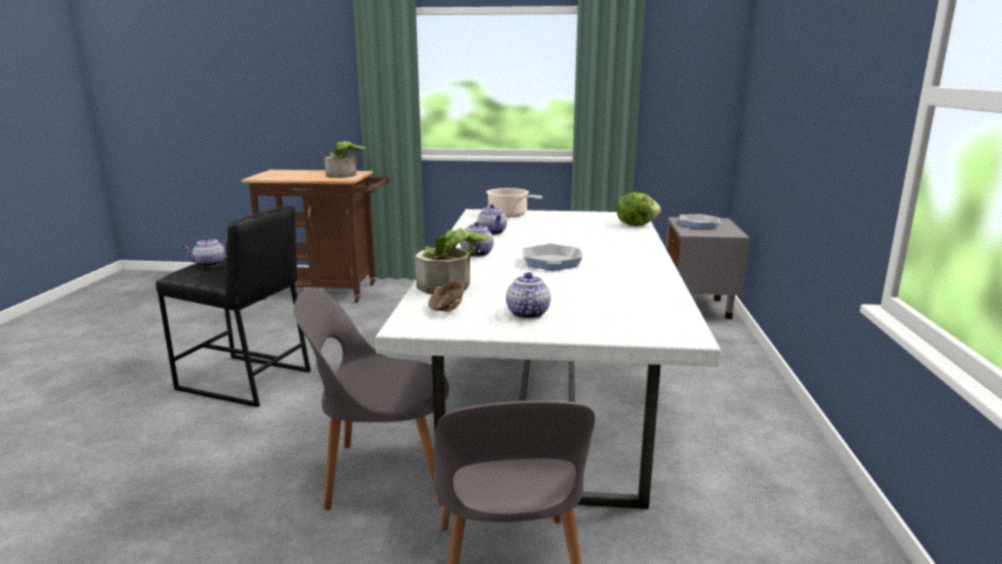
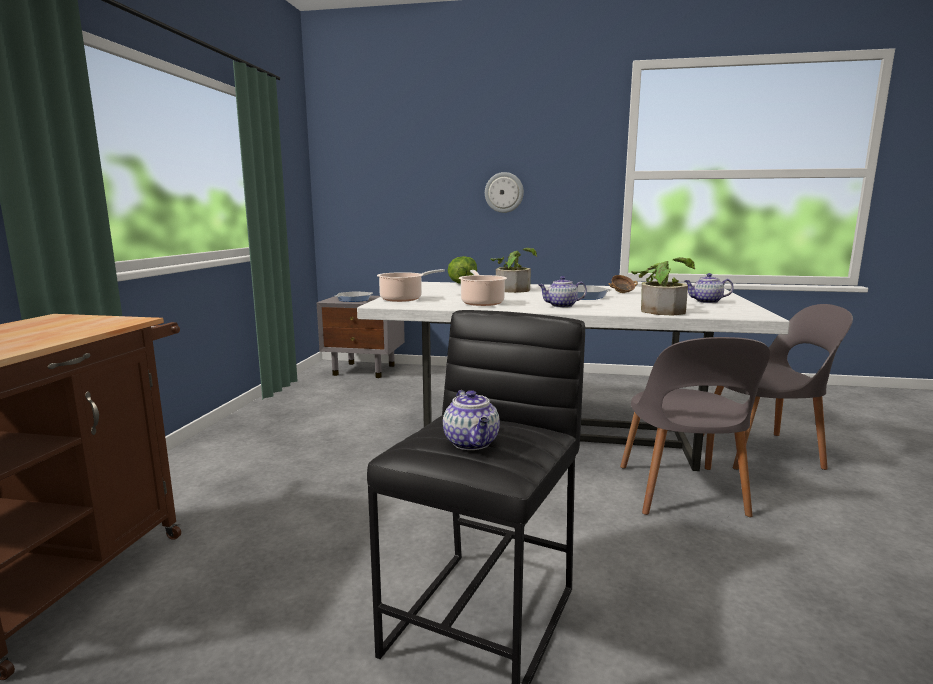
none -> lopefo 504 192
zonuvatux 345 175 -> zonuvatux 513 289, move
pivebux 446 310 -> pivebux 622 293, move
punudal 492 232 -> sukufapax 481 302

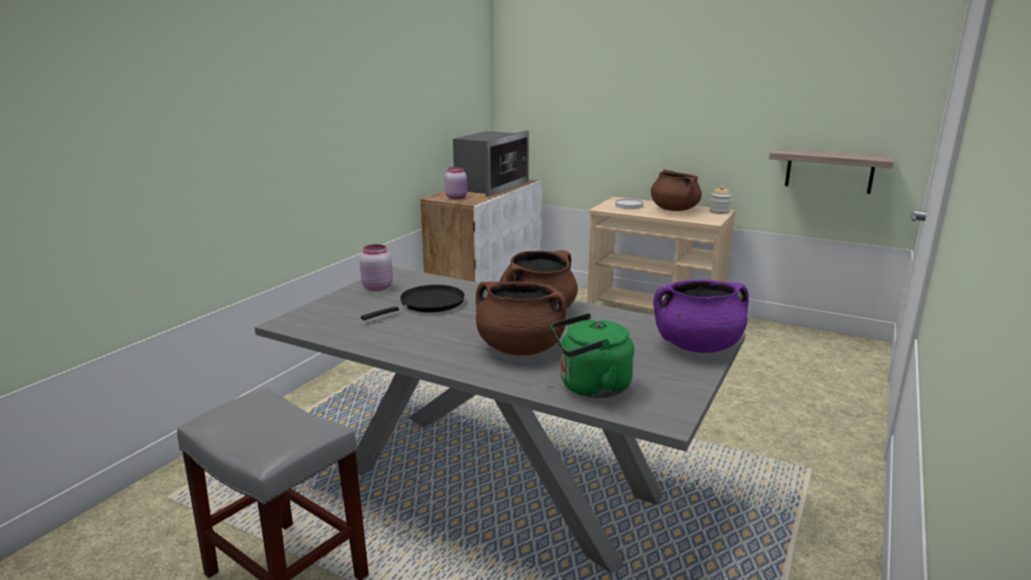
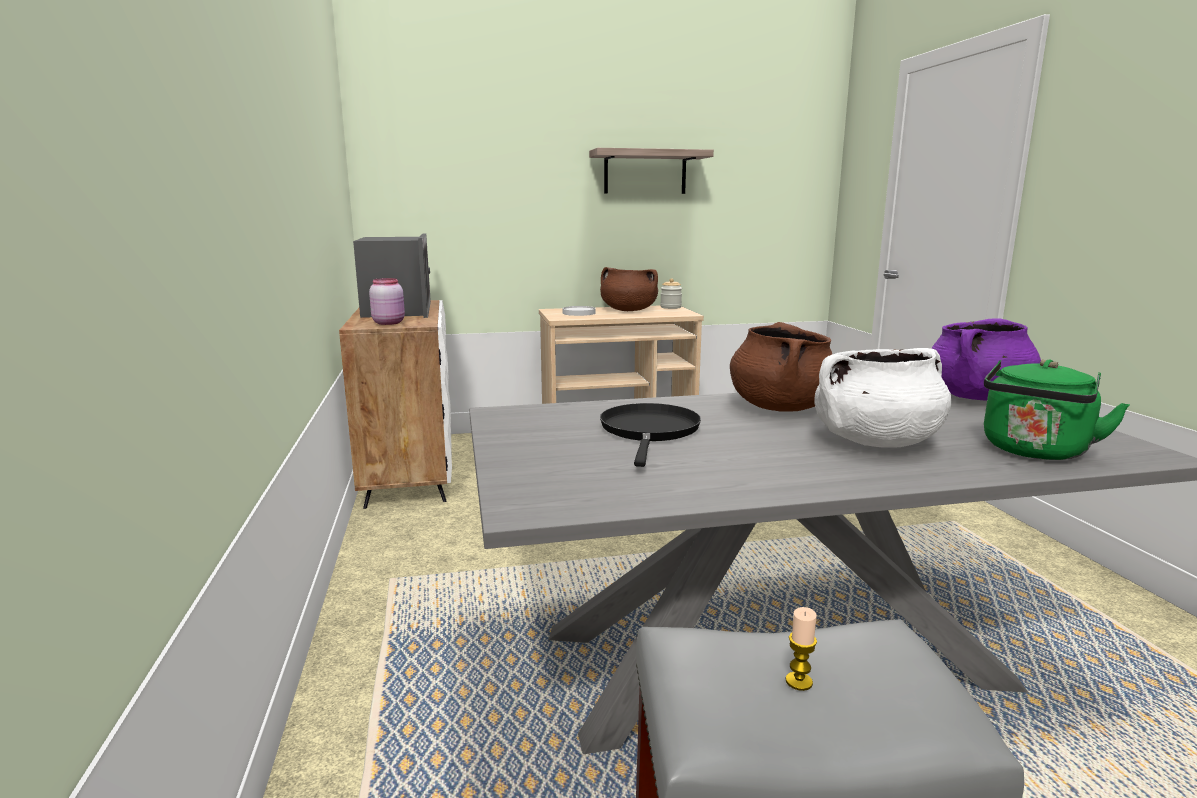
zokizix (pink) 377 287 -> none
none -> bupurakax 799 682
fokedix 829 170 -> fokedix 645 172, move
sukufapax (brown) 519 348 -> sukufapax (white) 875 441

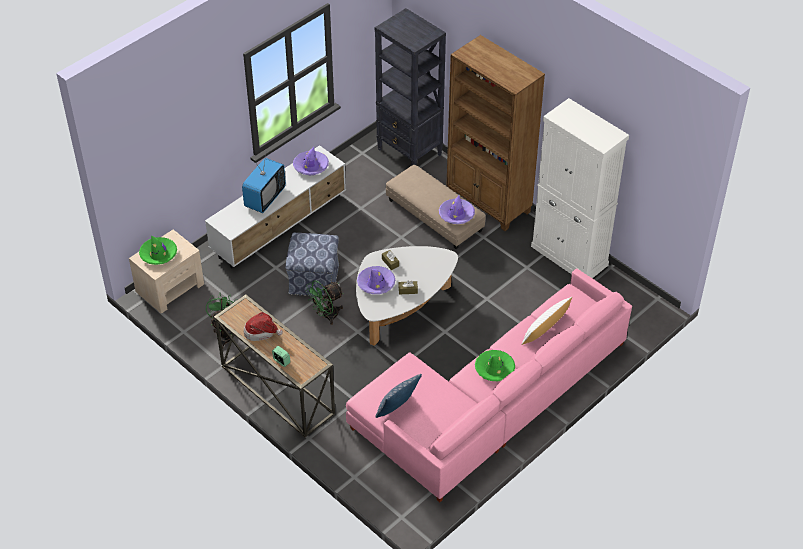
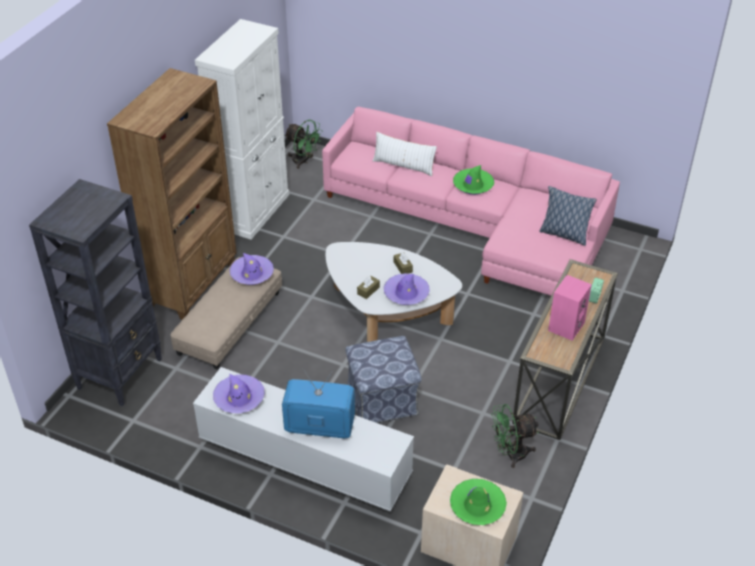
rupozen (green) 326 316 -> rupozen (green) 303 161, move
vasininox 262 332 -> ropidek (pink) 566 325

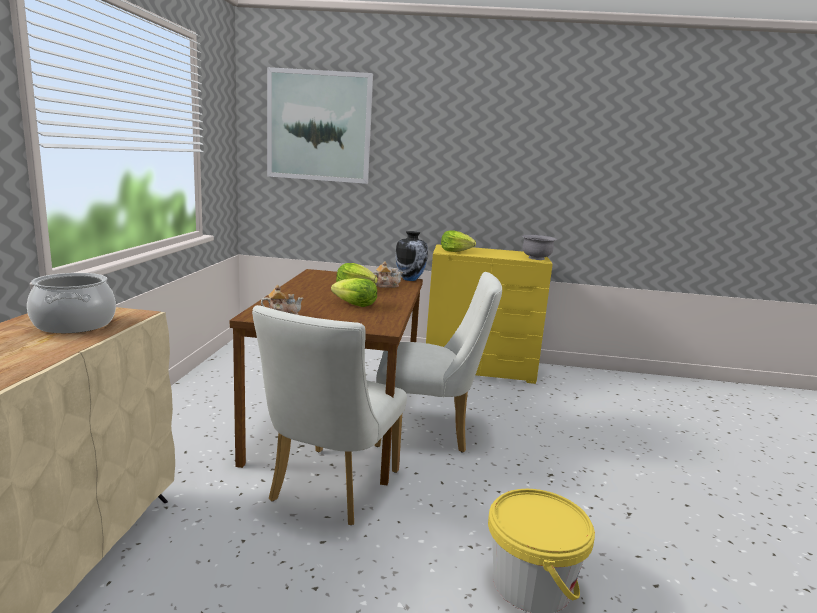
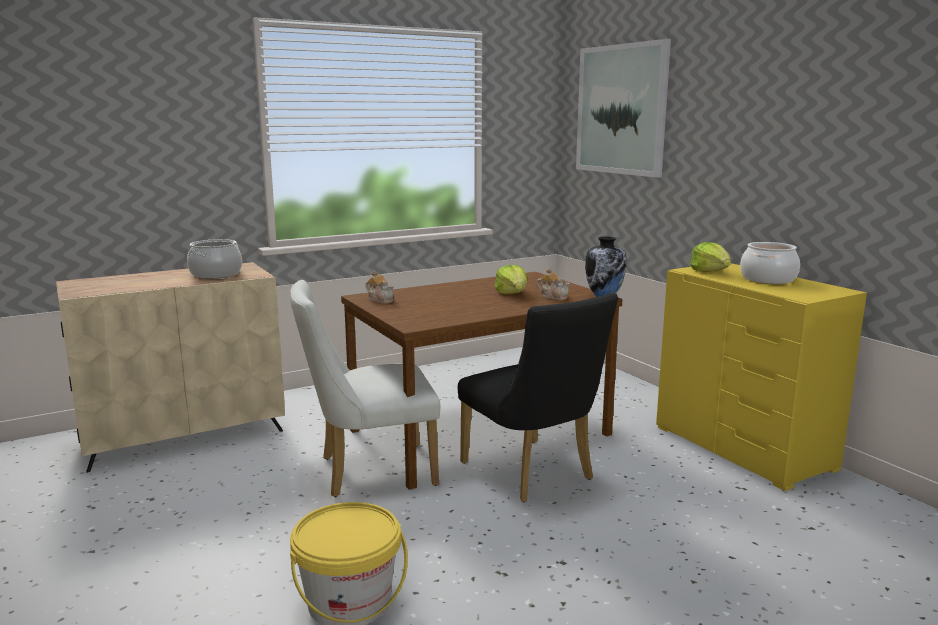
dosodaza 355 305 -> none
pivebux (grey) 536 258 -> none
none -> sukufapax 768 279
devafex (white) 429 432 -> devafex (black) 533 474

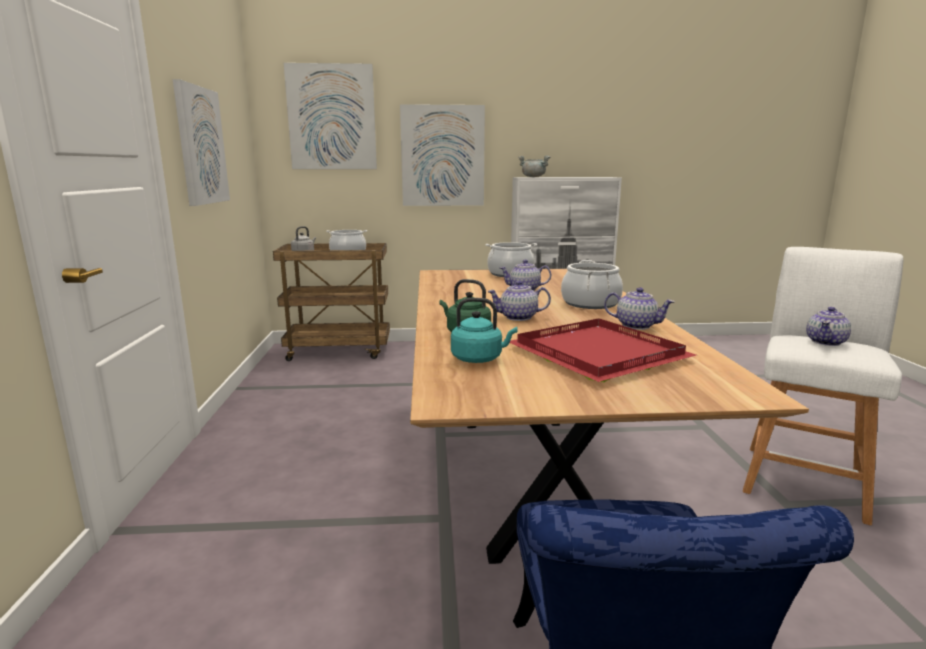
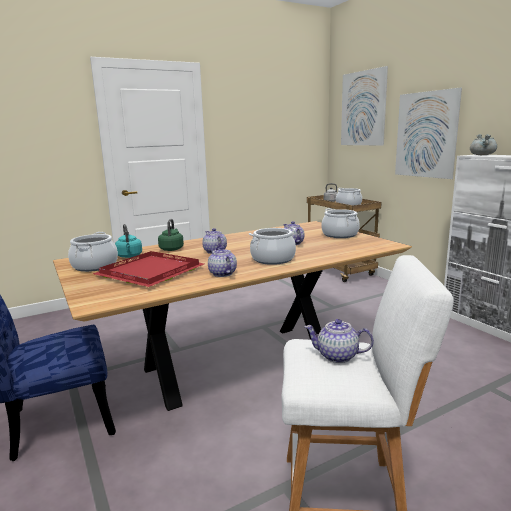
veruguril 200 146 -> none
none -> sukufapax 95 266
punudal 636 326 -> punudal 222 274, 150 degrees clockwise

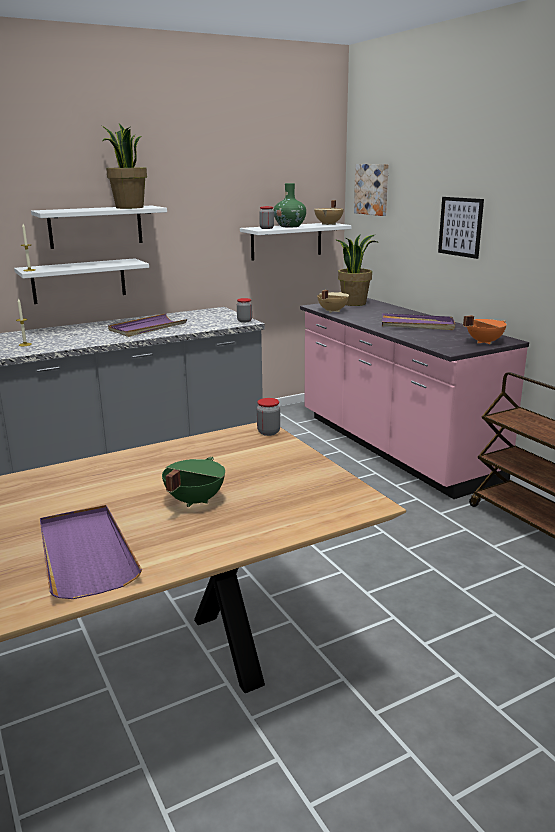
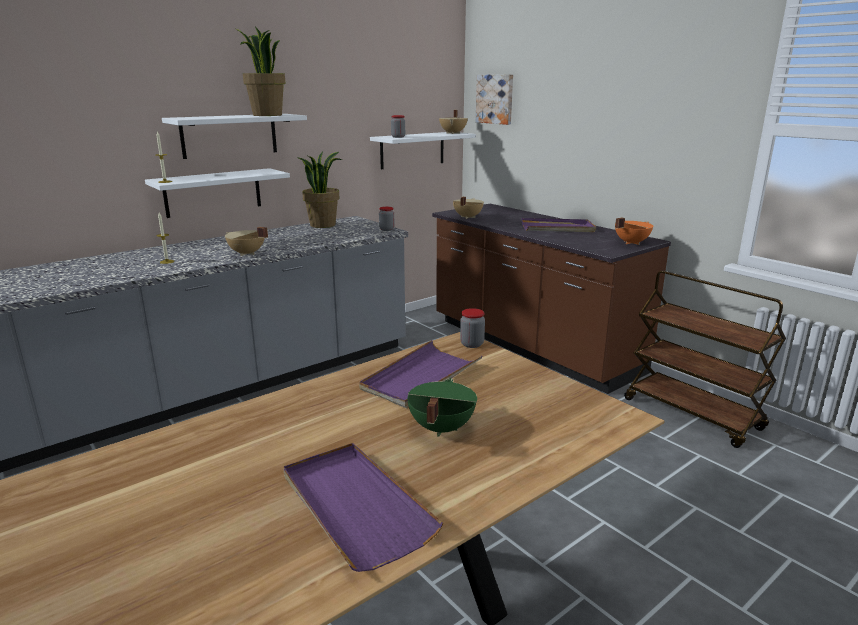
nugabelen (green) 290 226 -> none
veruguril 460 227 -> none
none -> sukufapax (beige) 246 253
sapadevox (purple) 147 328 -> sapadevox (purple) 421 377, move
zonuvatux 354 303 -> zonuvatux 323 225, move
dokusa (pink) 394 447 -> dokusa (brown) 531 346

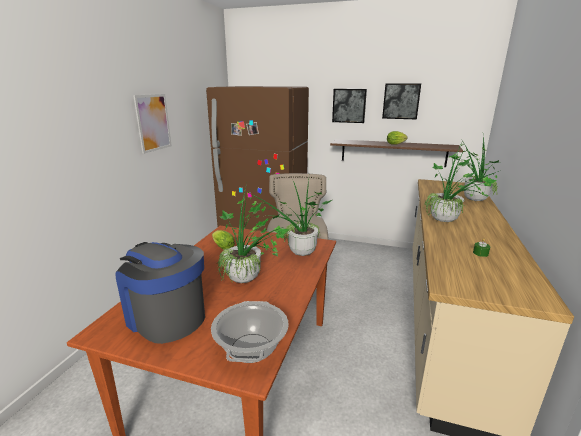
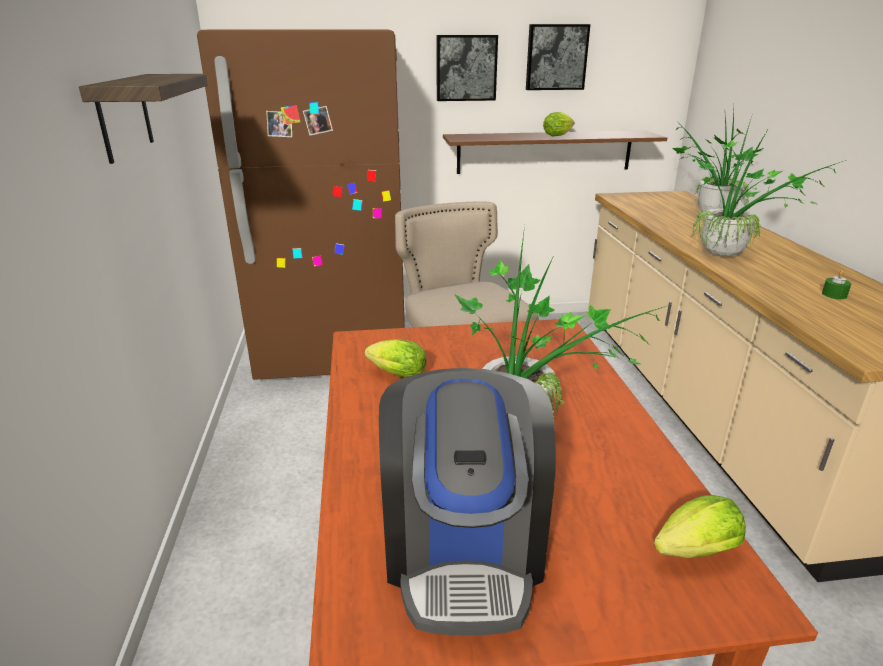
zonuvatux 296 254 -> none
veruguril 153 122 -> fokedix 124 116
sukufapax 251 348 -> dosodaza 691 553
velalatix 166 317 -> velalatix 464 549, 105 degrees counterclockwise

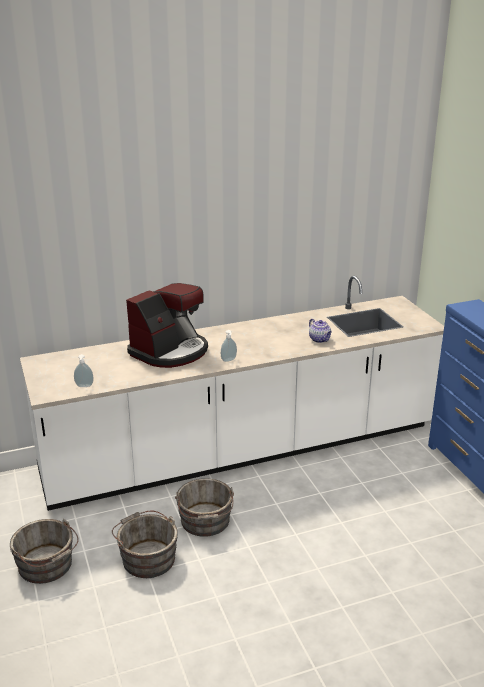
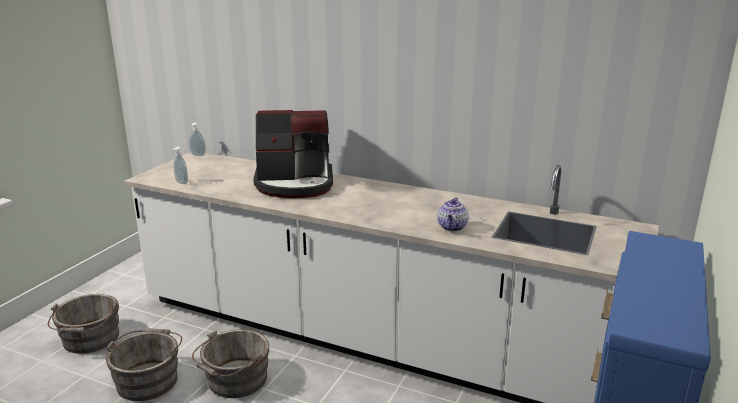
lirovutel 229 360 -> lirovutel 197 155, move

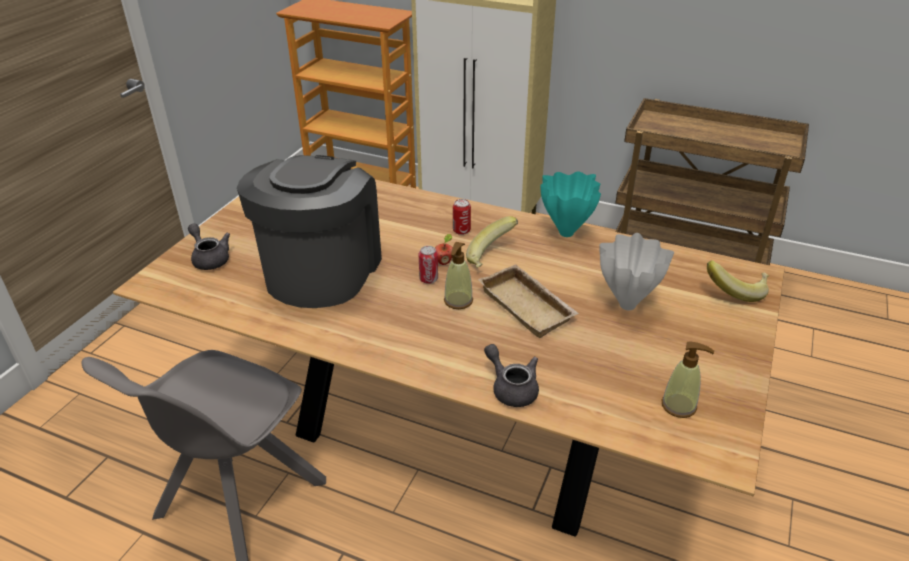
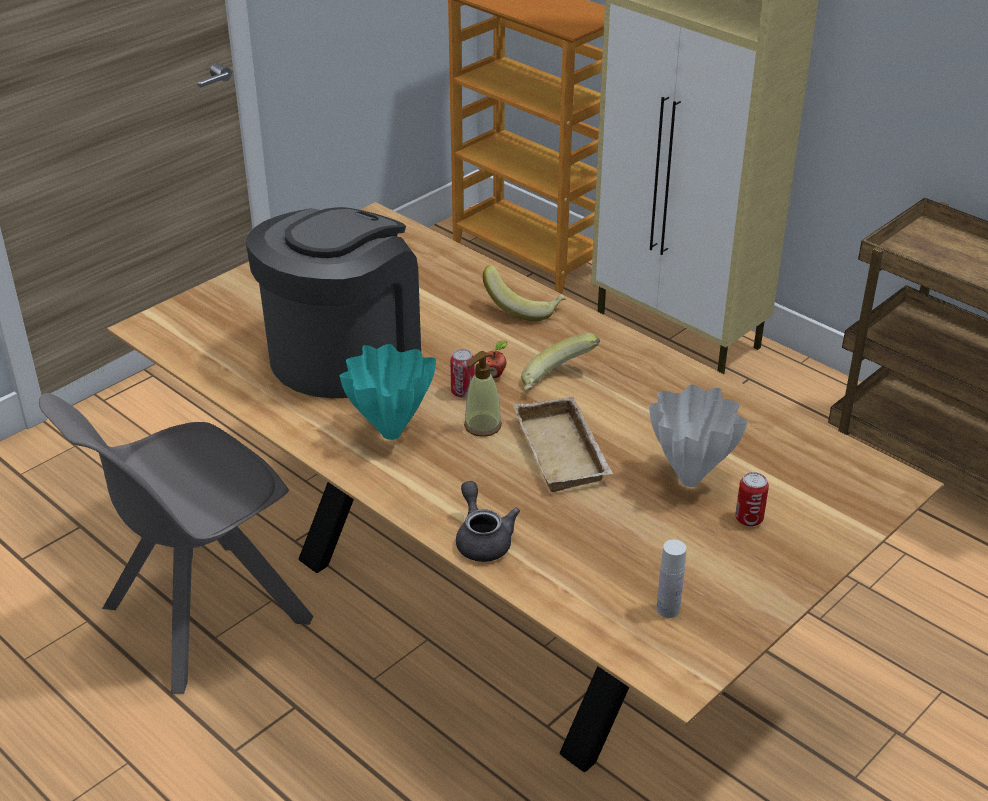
punudal (grey) 210 258 -> none
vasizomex 461 231 -> vasizomex 749 519, move
nugabelen (turquoise) 565 233 -> nugabelen (turquoise) 389 434, move
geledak 736 291 -> geledak 523 308, move
lirovutel 679 406 -> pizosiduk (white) 668 609

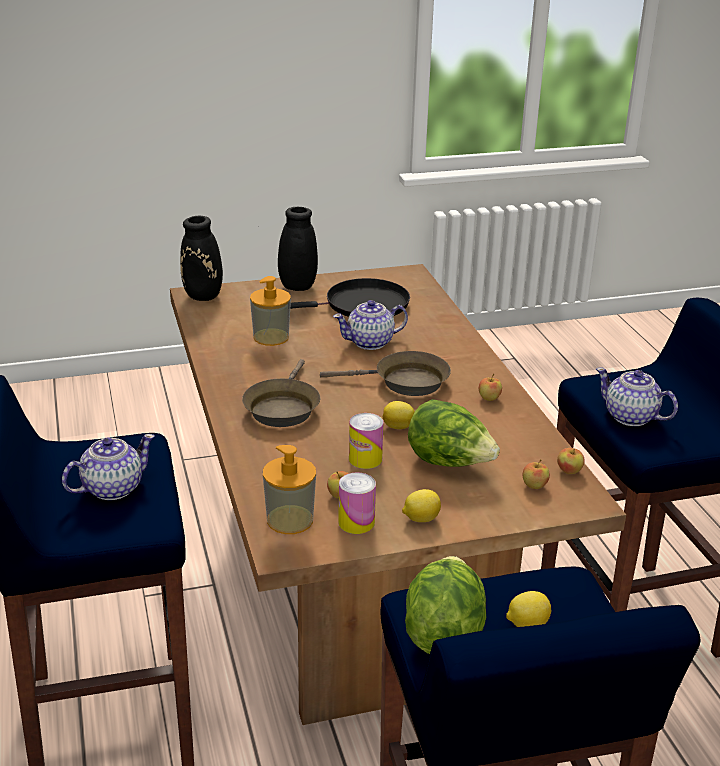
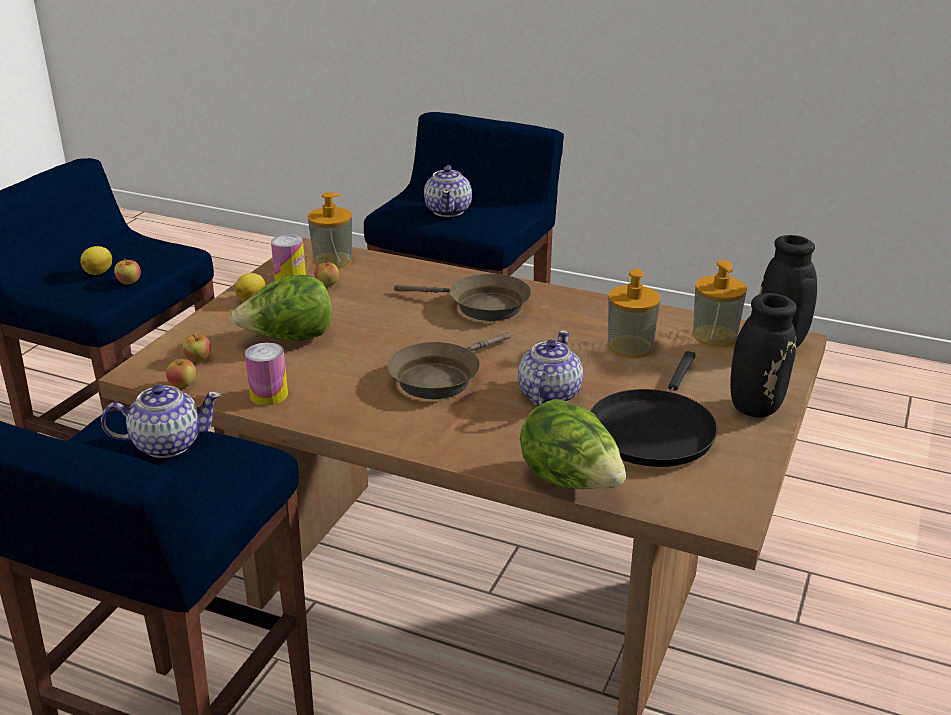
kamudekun 399 427 -> none
none -> lirovutel 715 336
vasizomex 365 459 -> vasizomex 269 395, move
dosodaza 443 632 -> dosodaza 571 482, move
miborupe 489 398 -> miborupe 129 282, move
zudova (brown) 282 408 -> zudova (brown) 481 306, 150 degrees clockwise

